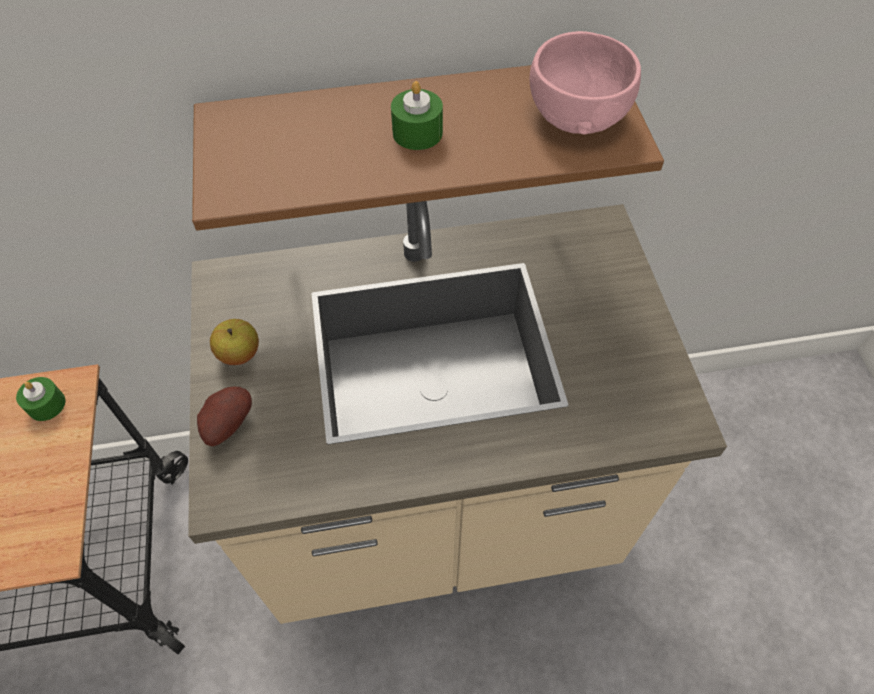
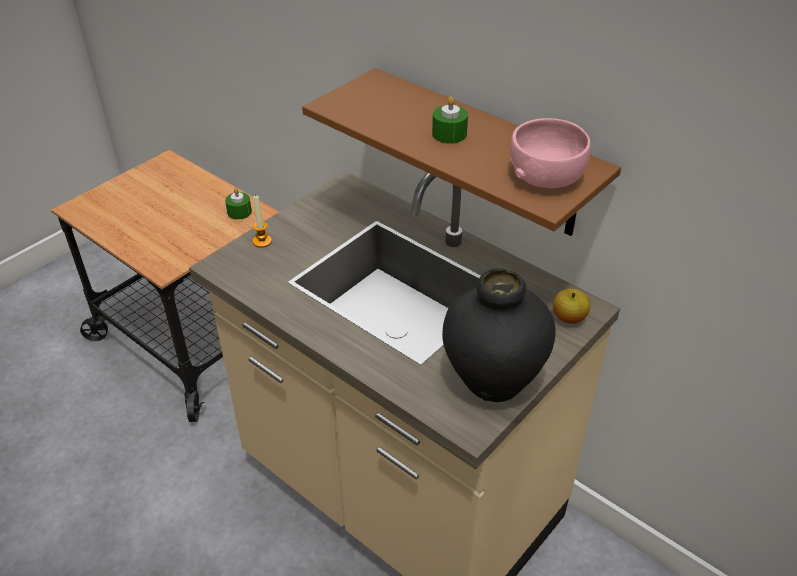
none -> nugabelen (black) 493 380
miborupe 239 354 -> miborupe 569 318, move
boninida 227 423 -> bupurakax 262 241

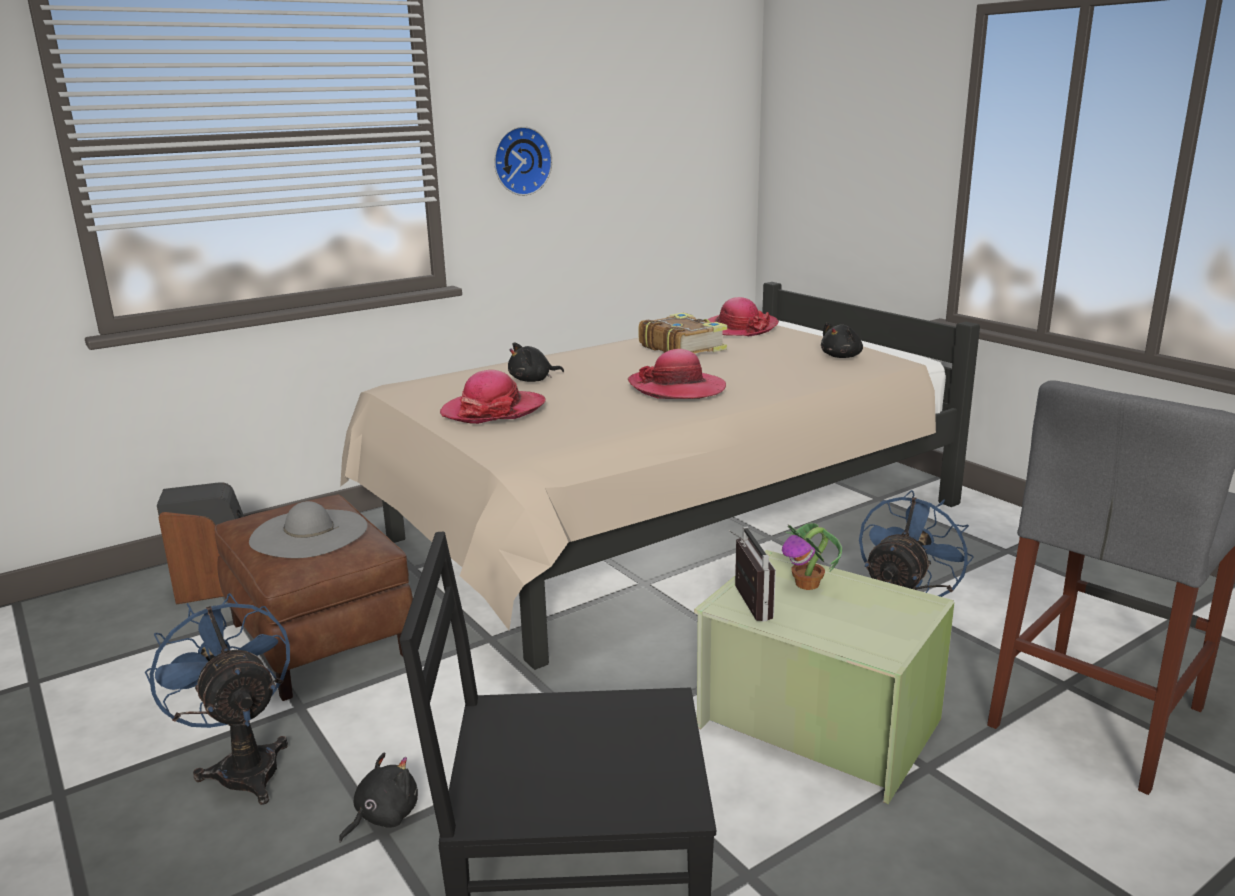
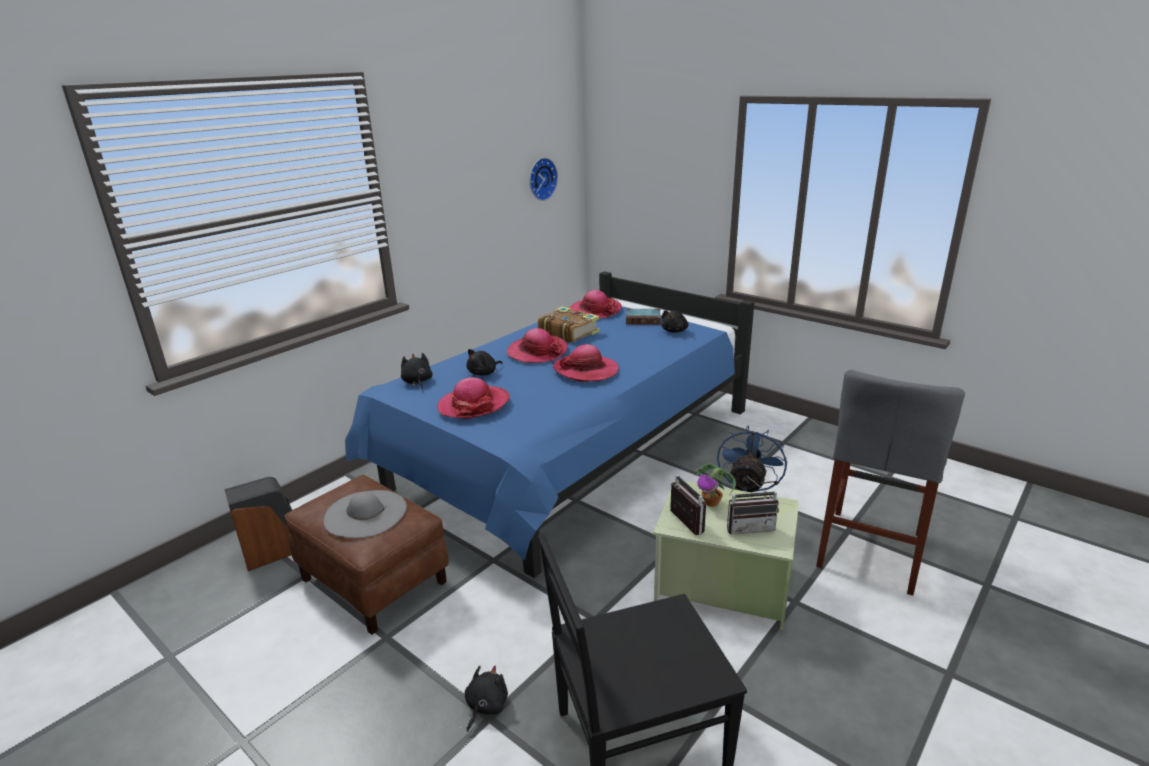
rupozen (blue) 244 765 -> none
none -> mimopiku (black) 417 382
none -> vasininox 537 352
none -> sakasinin 644 319
none -> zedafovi 749 527
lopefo 520 161 -> lopefo 541 179, move
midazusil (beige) 662 526 -> midazusil (blue) 569 453

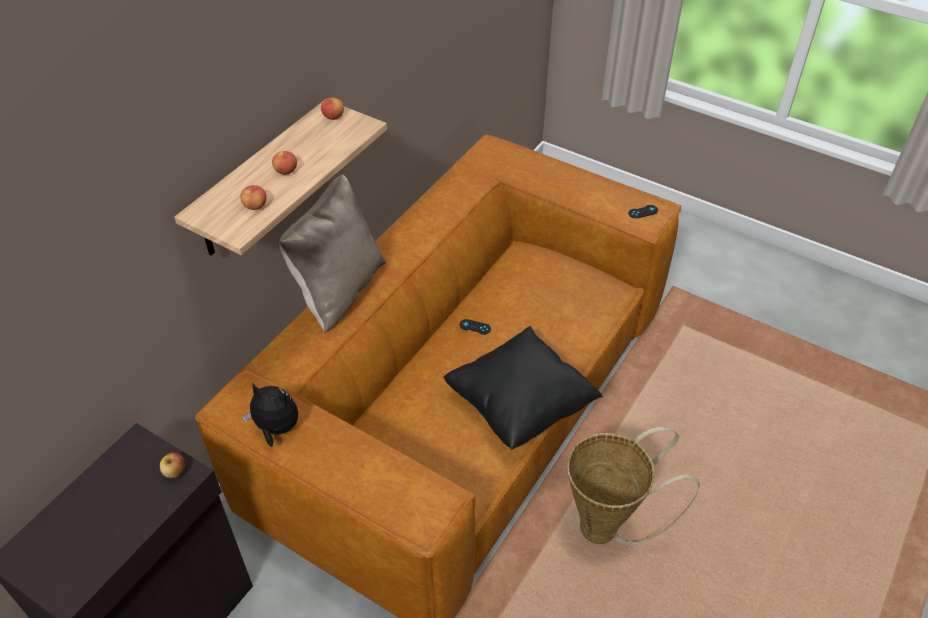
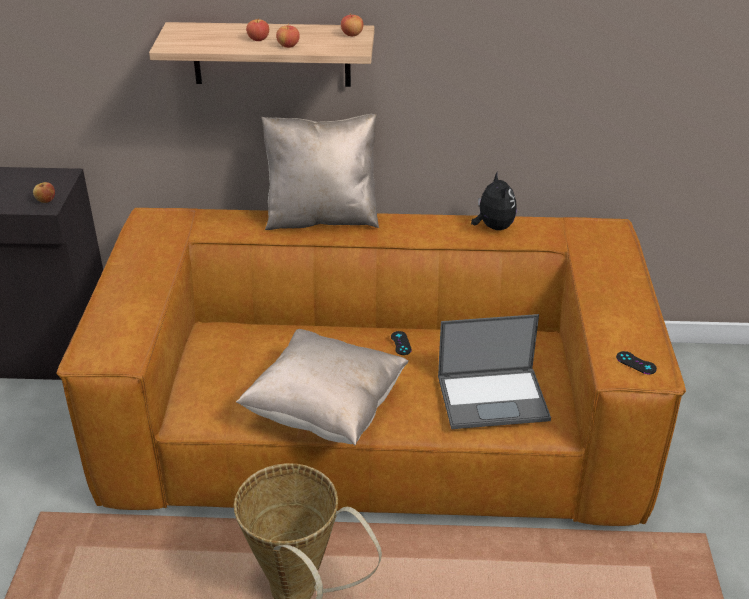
none -> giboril 494 397
miborupe 255 206 -> miborupe 288 45, move
mimopiku 276 429 -> mimopiku 493 227, move
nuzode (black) 520 406 -> nuzode (beige) 325 411

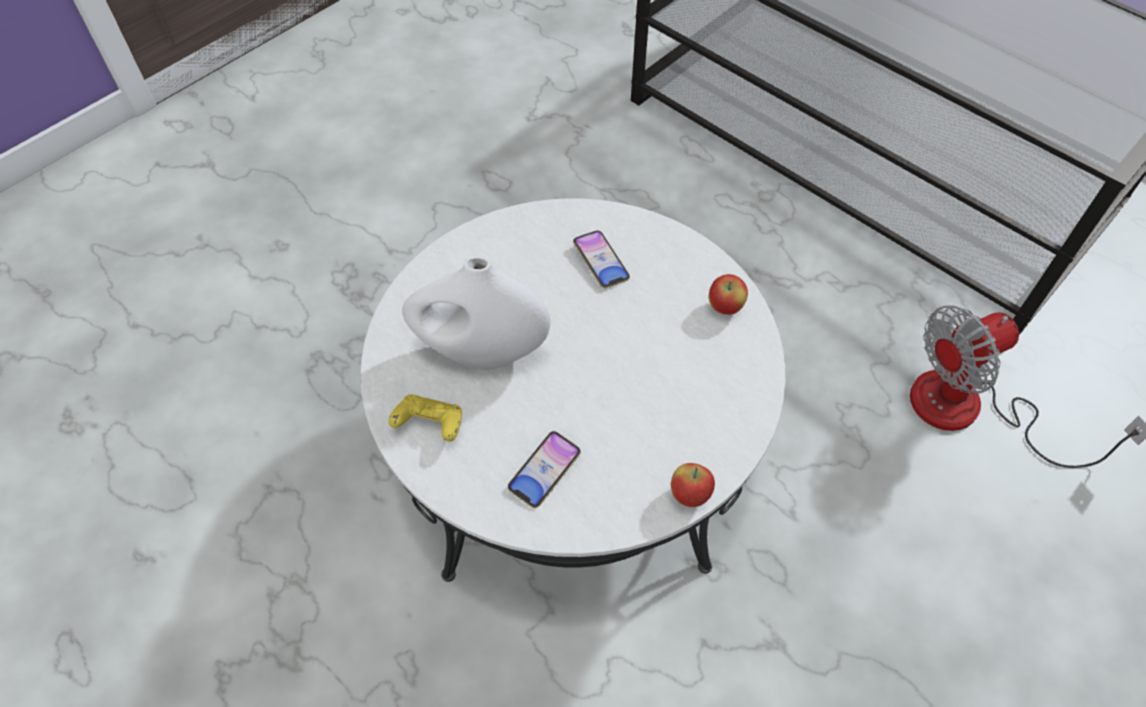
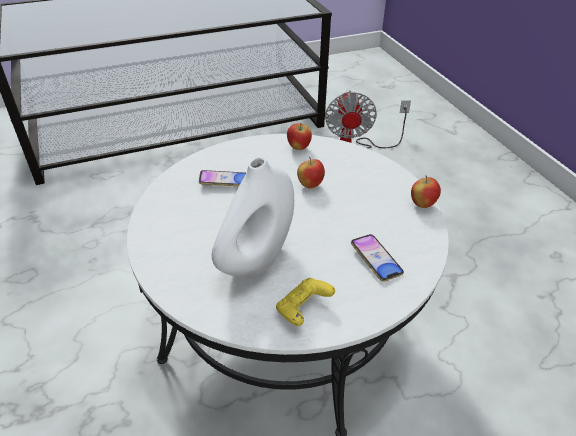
none -> miborupe 310 185

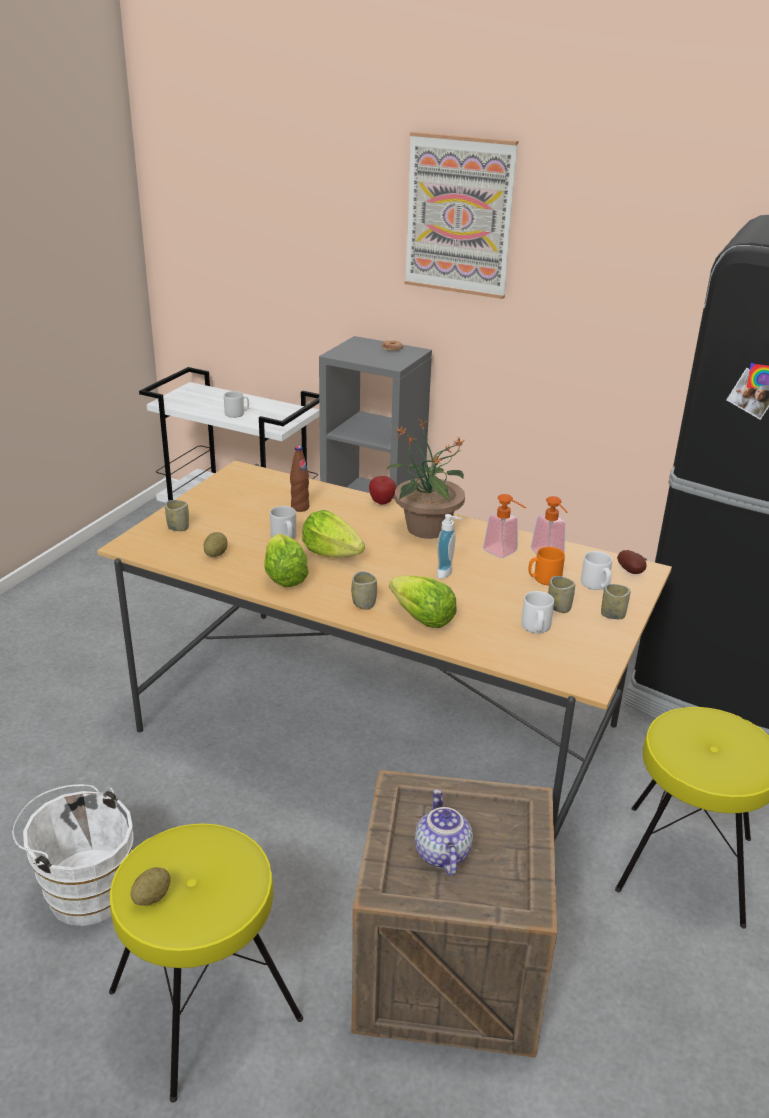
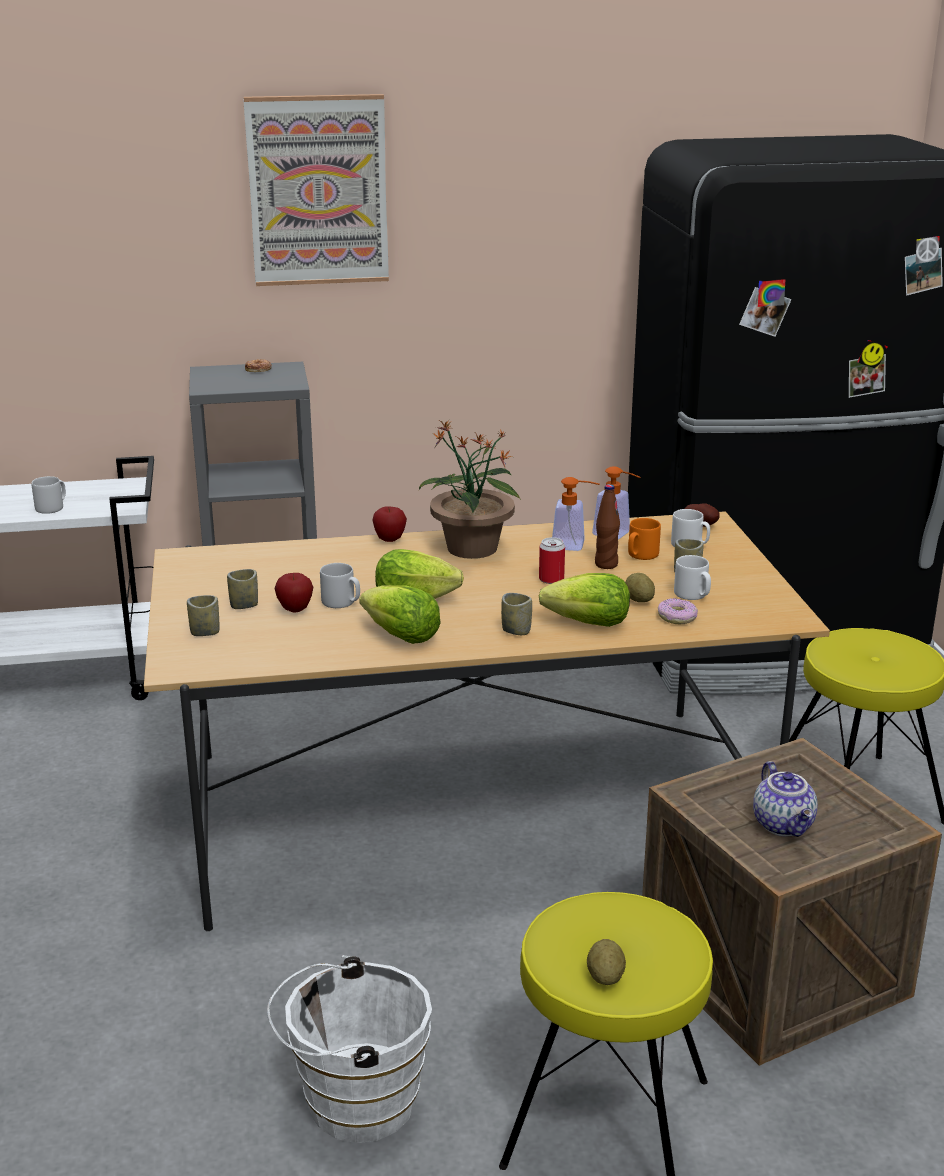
none -> miborupe 295 610
none -> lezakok 677 617
boninida 216 554 -> boninida 639 600, move
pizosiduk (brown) 300 508 -> pizosiduk (brown) 606 564, move
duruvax 612 615 -> duruvax 244 605, move
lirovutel 447 573 -> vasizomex 551 579
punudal 440 853 -> punudal 784 825, 150 degrees counterclockwise

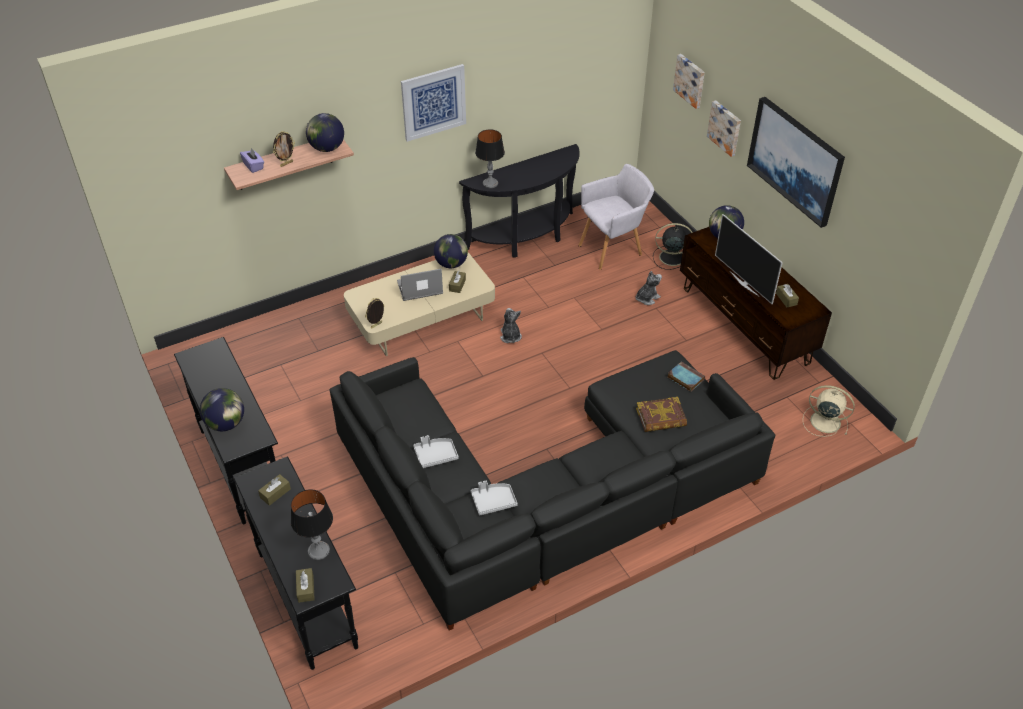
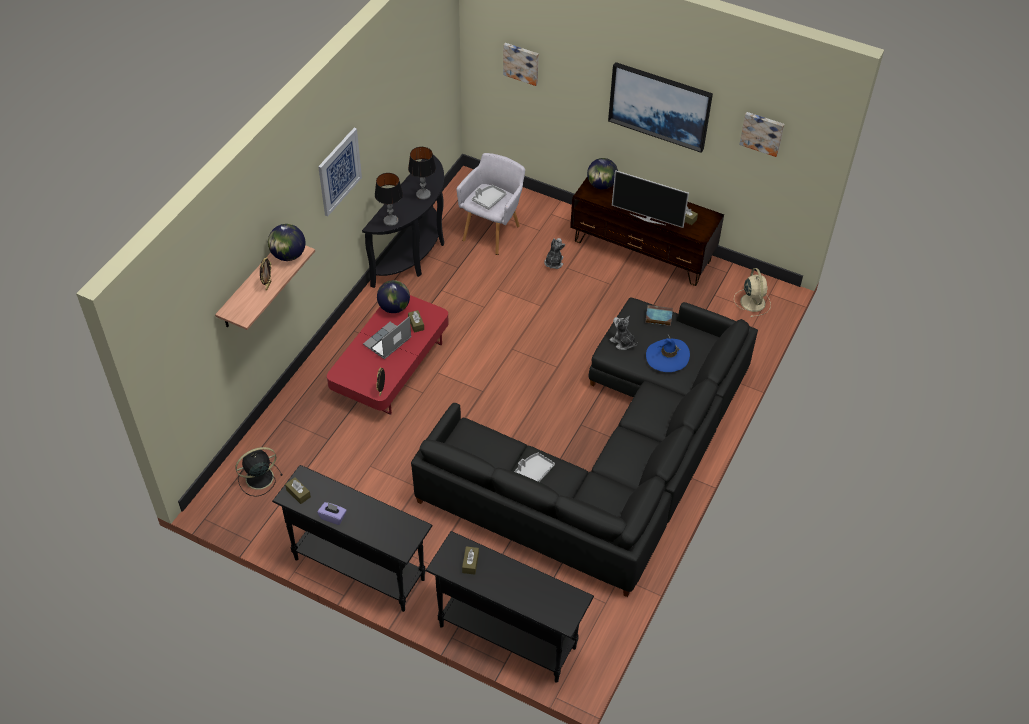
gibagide 226 424 -> none
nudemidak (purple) 254 166 -> nudemidak (purple) 333 517, move
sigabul 319 551 -> sigabul 423 194, move
nudemidak (brown) 306 588 -> nudemidak (brown) 298 493, move
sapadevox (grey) 493 501 -> sapadevox (grey) 489 200, move
mimopiku 510 336 -> mimopiku 622 342, move
rupozen (black) 670 257 -> rupozen (black) 258 478, move
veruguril 725 127 -> veruguril 762 133, move
sakasinin 661 418 -> vasininox (blue) 667 356
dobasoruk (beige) 421 319 -> dobasoruk (red) 390 368
rupozen (beige) 824 421 -> rupozen (beige) 752 301, 90 degrees clockwise

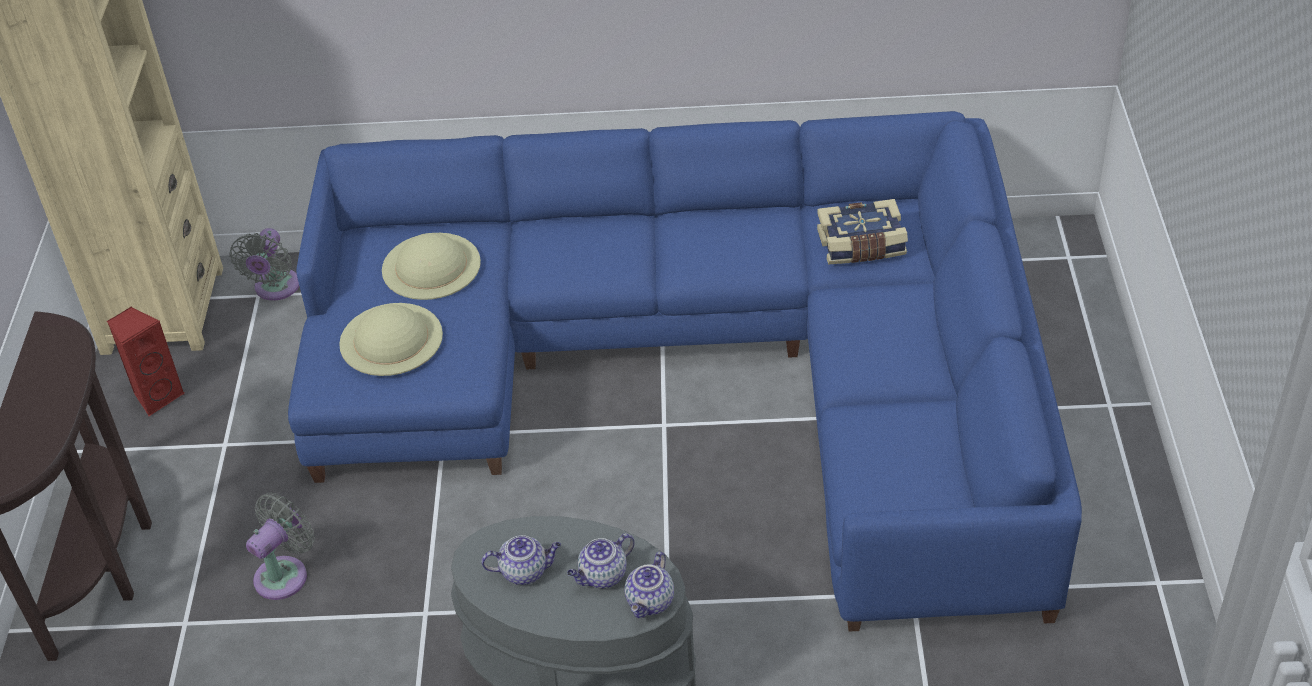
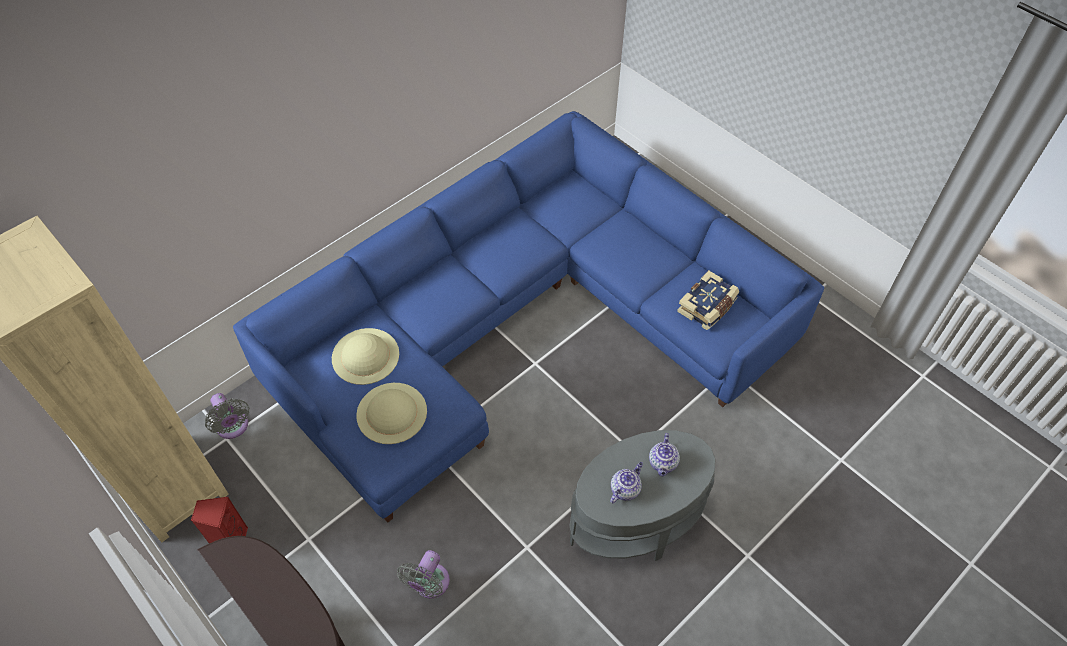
punudal 651 602 -> none
sakasinin 862 246 -> sakasinin 707 307, move
rupozen (grey) 285 574 -> rupozen (grey) 429 584, 150 degrees counterclockwise

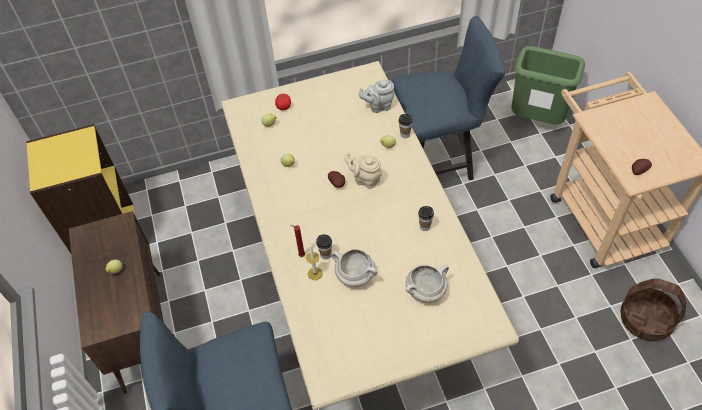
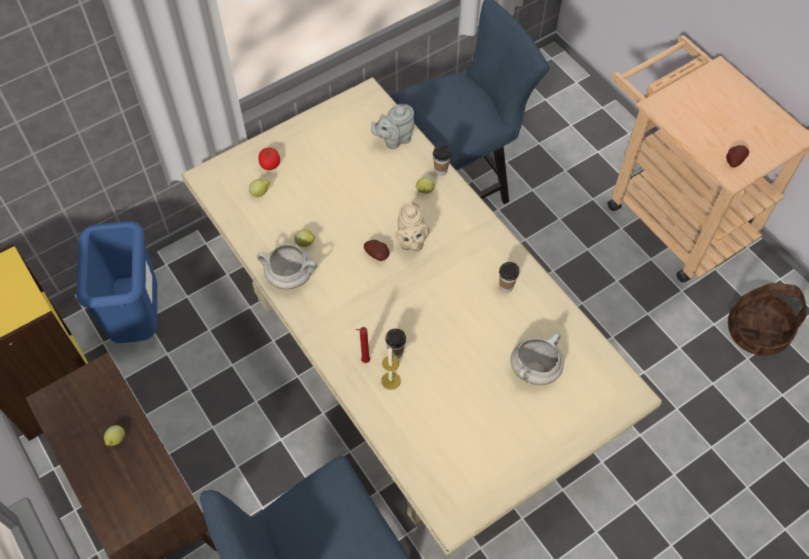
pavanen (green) 537 120 -> none
none -> pavanen (blue) 138 320
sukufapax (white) 356 275 -> sukufapax (white) 290 276, move
punudal (beige) 365 179 -> punudal (beige) 411 241, 105 degrees counterclockwise

